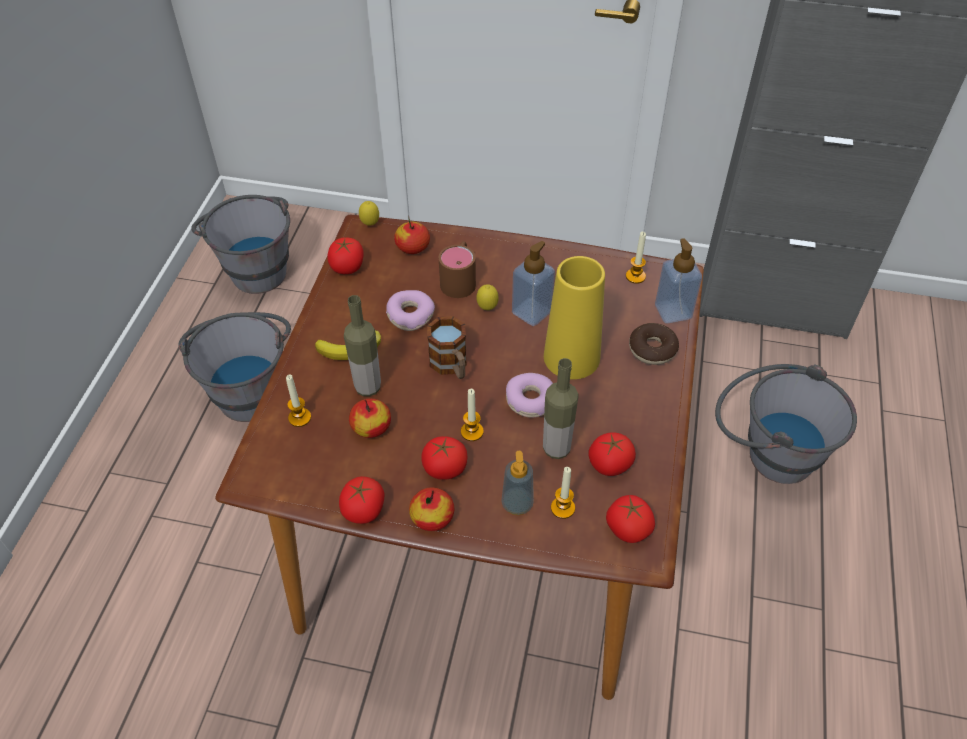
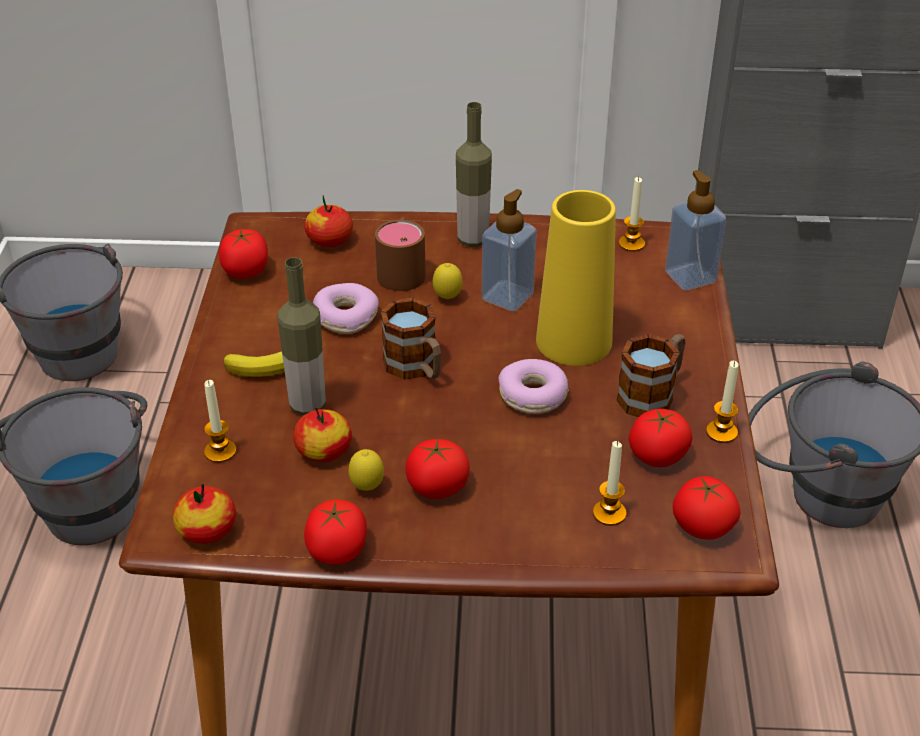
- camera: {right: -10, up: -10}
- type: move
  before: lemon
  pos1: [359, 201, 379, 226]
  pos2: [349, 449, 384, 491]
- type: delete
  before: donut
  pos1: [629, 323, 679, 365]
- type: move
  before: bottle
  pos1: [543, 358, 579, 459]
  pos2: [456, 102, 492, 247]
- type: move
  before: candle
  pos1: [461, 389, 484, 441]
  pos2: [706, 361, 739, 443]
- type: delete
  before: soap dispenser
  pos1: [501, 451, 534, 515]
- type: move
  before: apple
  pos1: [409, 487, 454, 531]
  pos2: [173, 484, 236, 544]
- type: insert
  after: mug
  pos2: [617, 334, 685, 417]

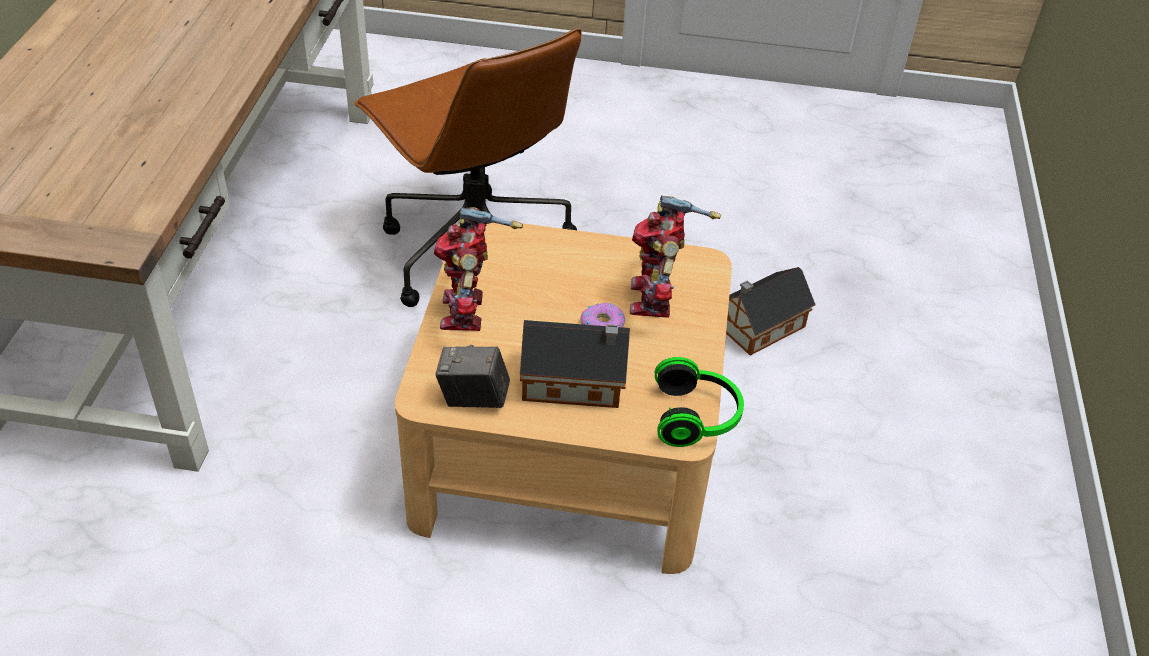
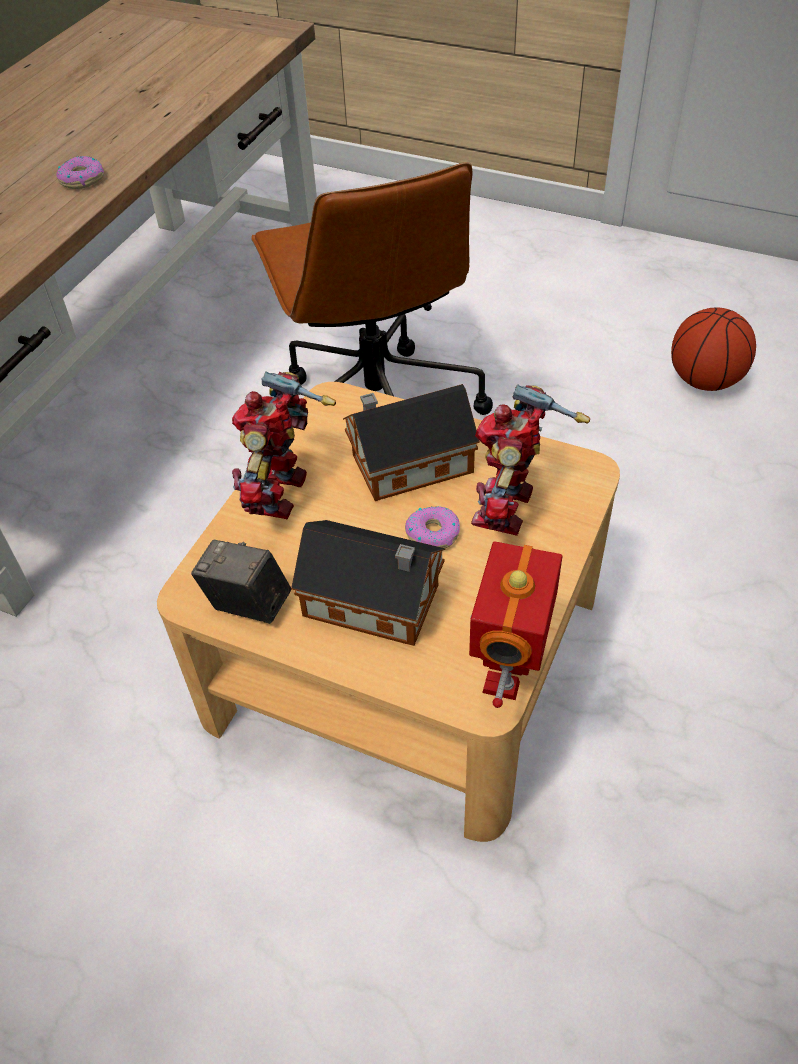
- camera: {right: 20, up: 5}
- type: move
  before: toy house
  pos1: [726, 267, 816, 356]
  pos2: [343, 384, 480, 501]
- type: replace
  before: headphones
  after: toy robot
  pos1: [655, 357, 744, 447]
  pos2: [469, 541, 563, 708]
- type: insert
  after: donut
  pos2: [56, 156, 104, 189]
- type: insert
  after: basketball
  pos2: [671, 307, 756, 391]

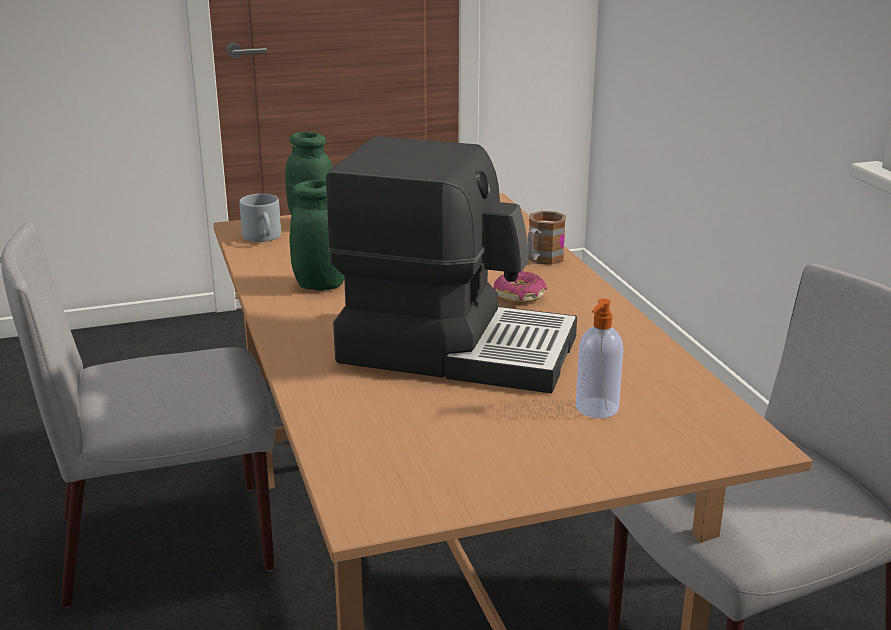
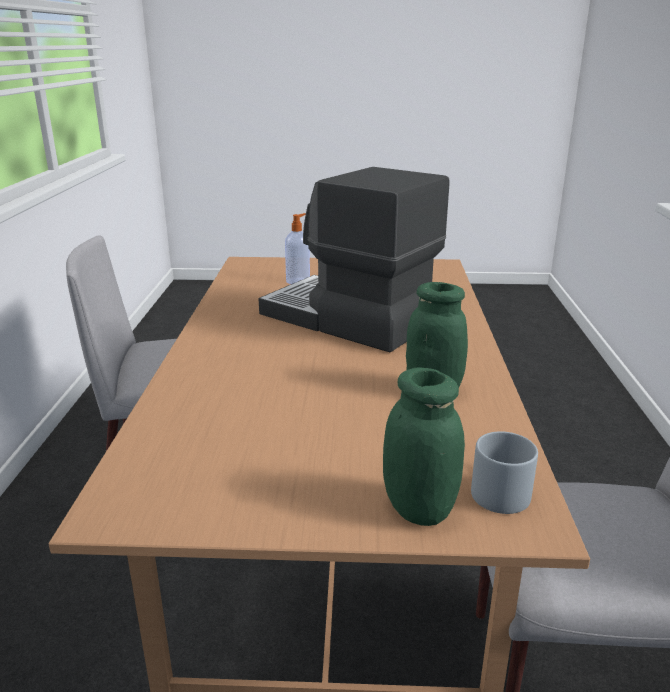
- camera: {right: -160, up: 0}
- type: delete
  before: mug
  pos1: [528, 211, 566, 265]
- type: delete
  before: donut
  pos1: [494, 271, 547, 303]

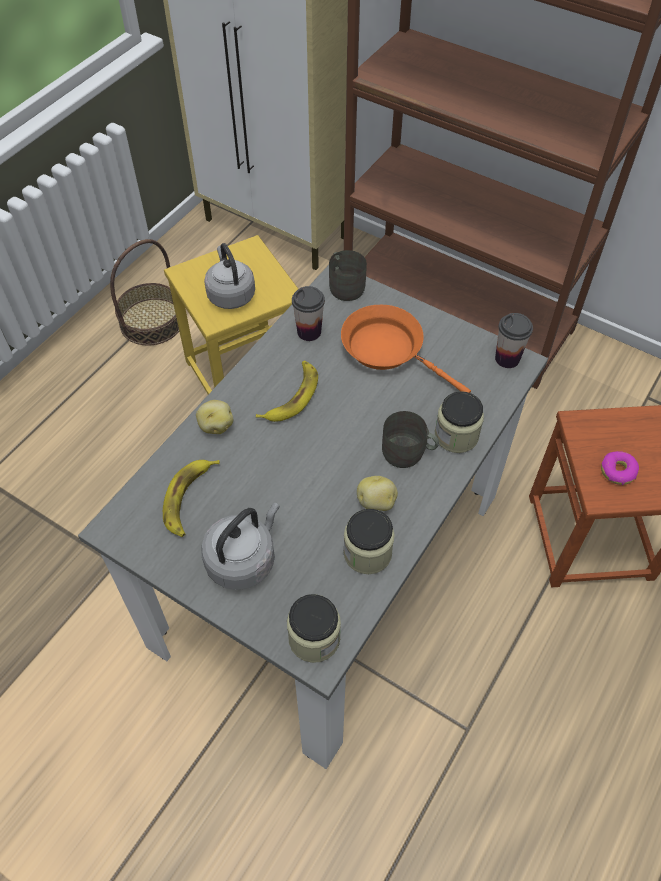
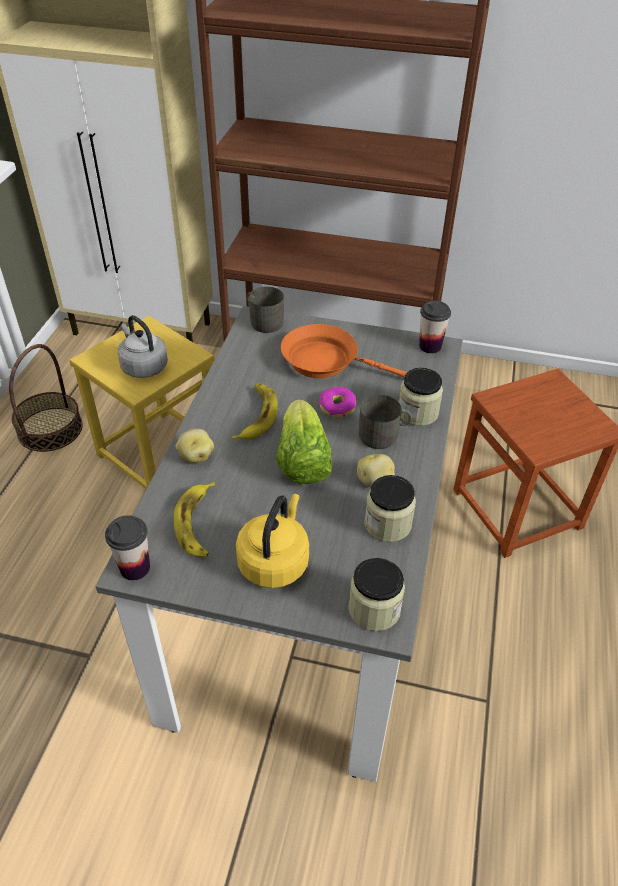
- camera: {right: -20, up: -10}
- type: move
  before: cup
  pos1: [292, 286, 325, 341]
  pos2: [105, 515, 150, 580]
- type: move
  before: donut
  pos1: [601, 451, 639, 485]
  pos2: [319, 387, 356, 418]
- type: recolor
  before: kettle/grey
  after: kettle/yellow
  pos1: [201, 503, 280, 590]
  pos2: [236, 494, 309, 588]
- type: insert
  after: lettuce
  pos2: [276, 400, 332, 484]

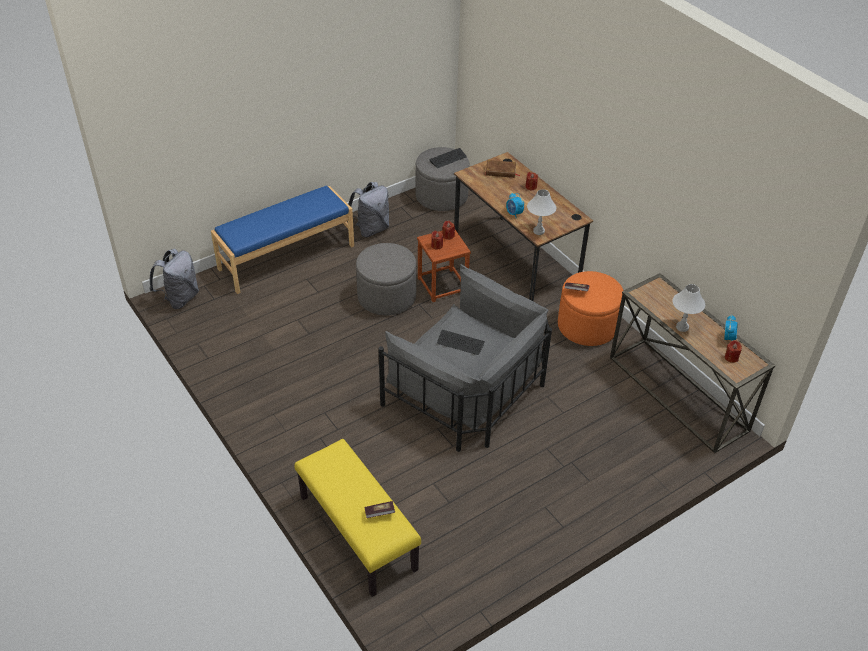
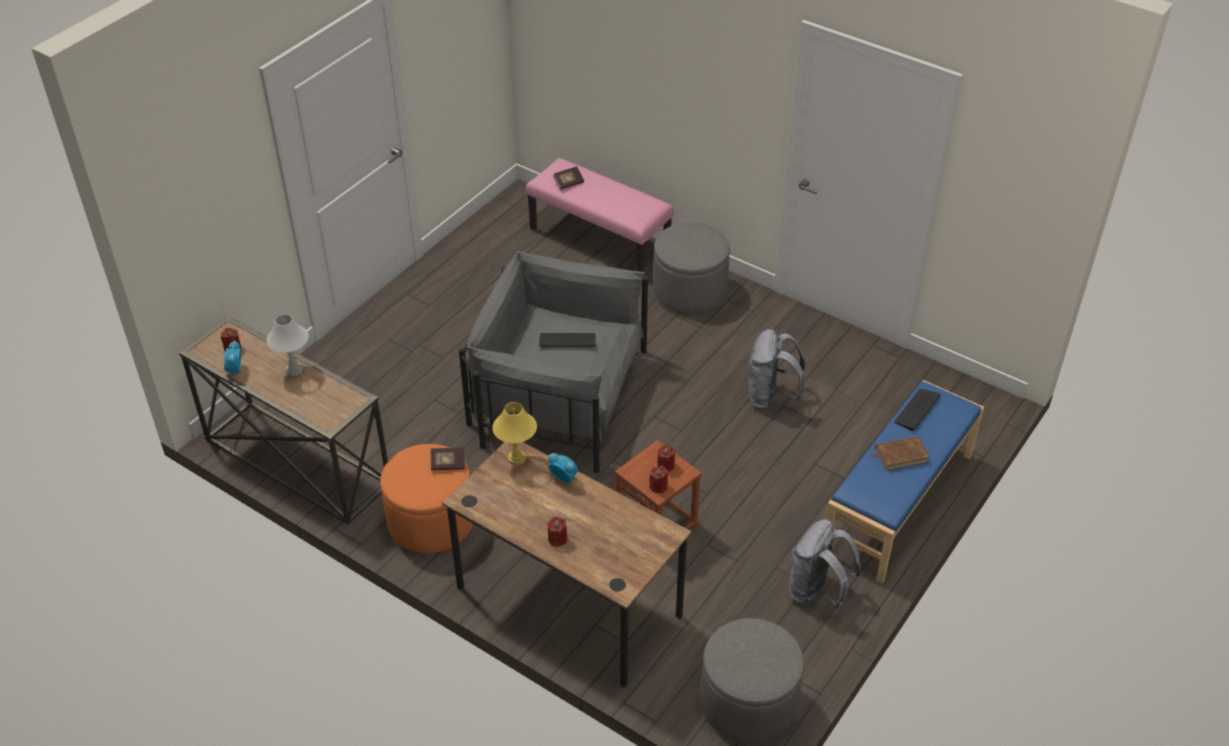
- camera: {right: 160, up: 0}
- type: move
  before: keyboard
  pos1: [429, 148, 467, 168]
  pos2: [894, 389, 941, 431]
- type: move
  before: book/brown
  pos1: [485, 160, 520, 178]
  pos2: [870, 436, 930, 471]
- type: recolor
  before: table lamp/white
  after: table lamp/yellow
  pos1: [527, 189, 556, 235]
  pos2: [492, 402, 537, 465]
- type: move
  before: ottoman/grey
  pos1: [356, 243, 417, 315]
  pos2: [653, 222, 730, 313]
- type: move
  before: backpack/grey
  pos1: [149, 248, 199, 309]
  pos2: [748, 329, 805, 410]
- type: recolor
  before: bench/yellow
  after: bench/pink
  pos1: [294, 439, 421, 597]
  pos2: [526, 158, 674, 272]

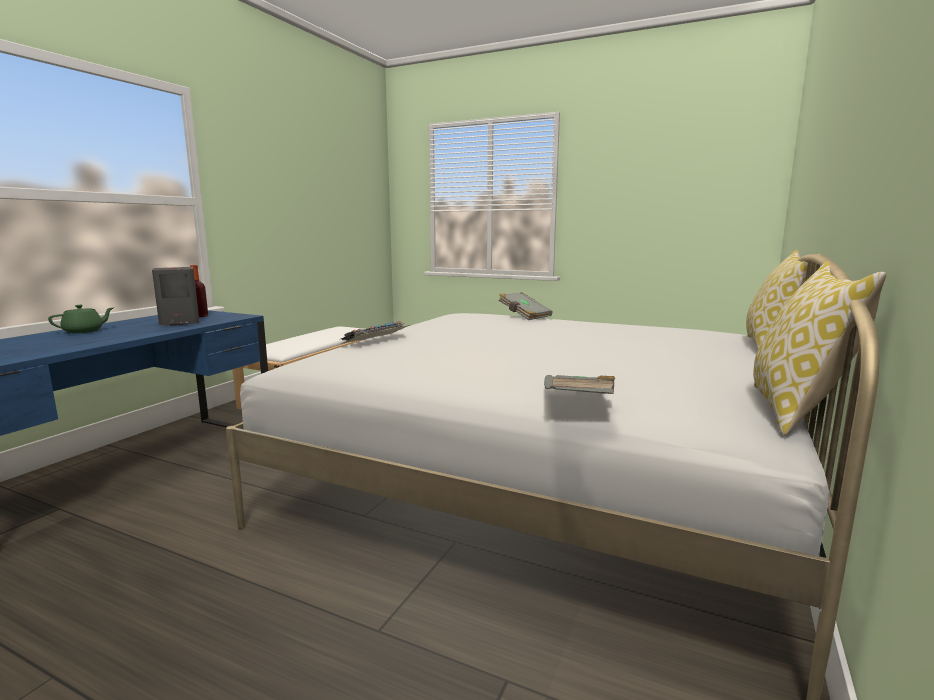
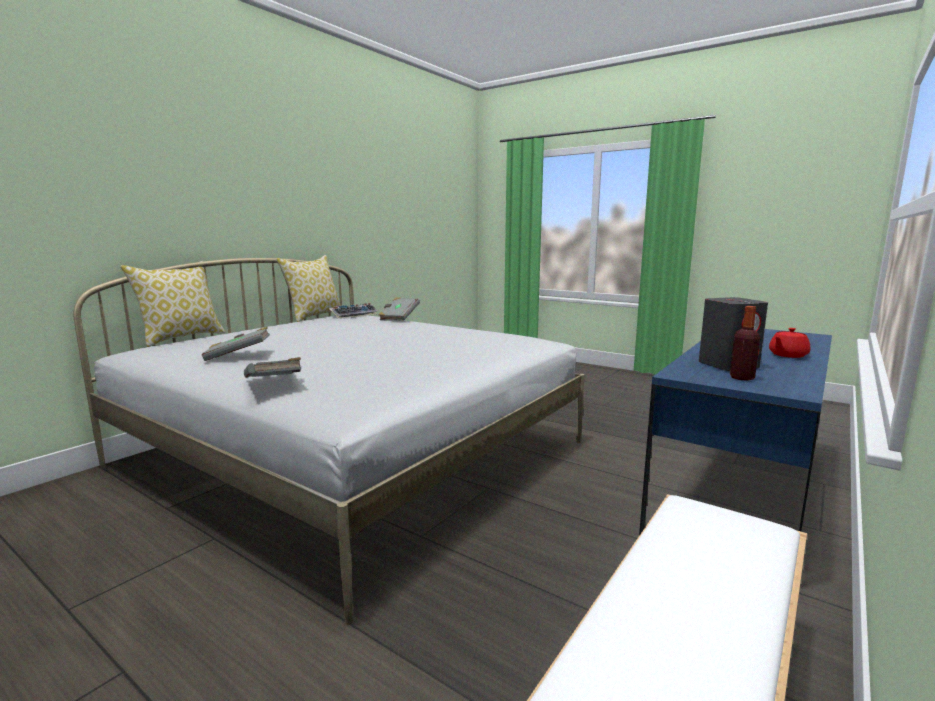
- camera: {right: -170, up: 0}
- type: recolor
  before: teapot/green
  after: teapot/red
  pos1: [48, 305, 113, 333]
  pos2: [769, 328, 811, 358]
- type: move
  before: keyboard
  pos1: [341, 321, 410, 344]
  pos2: [329, 303, 378, 319]
- type: insert
  after: book/grey
  pos2: [202, 327, 270, 361]

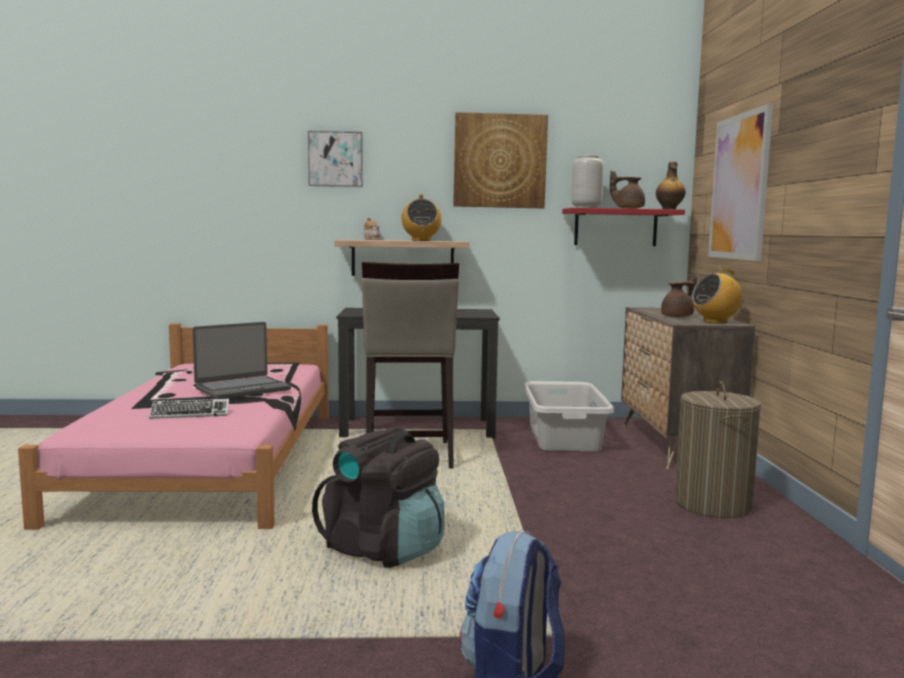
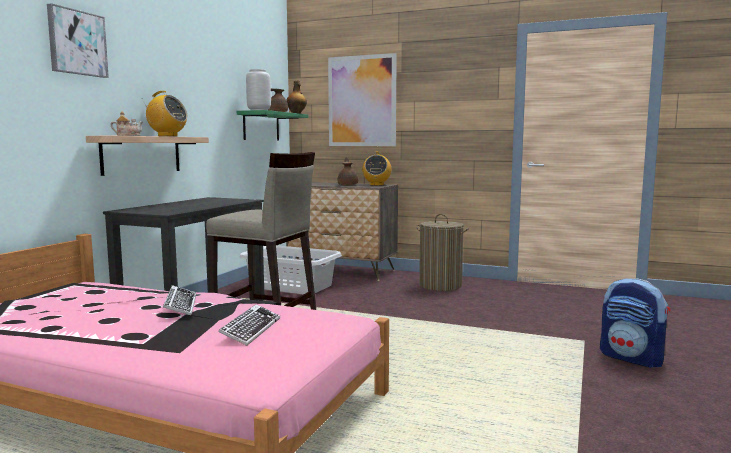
- camera: {right: -65, up: 0}
- type: delete
  before: picture
  pos1: [453, 112, 548, 208]
- type: recolor
  before: shelf/red
  after: shelf/green
  pos1: [562, 208, 685, 246]
  pos2: [237, 110, 308, 140]
- type: replace
  before: laptop
  after: keyboard
  pos1: [192, 322, 291, 399]
  pos2: [163, 285, 196, 315]
- type: delete
  before: backpack/black
  pos1: [312, 427, 444, 568]

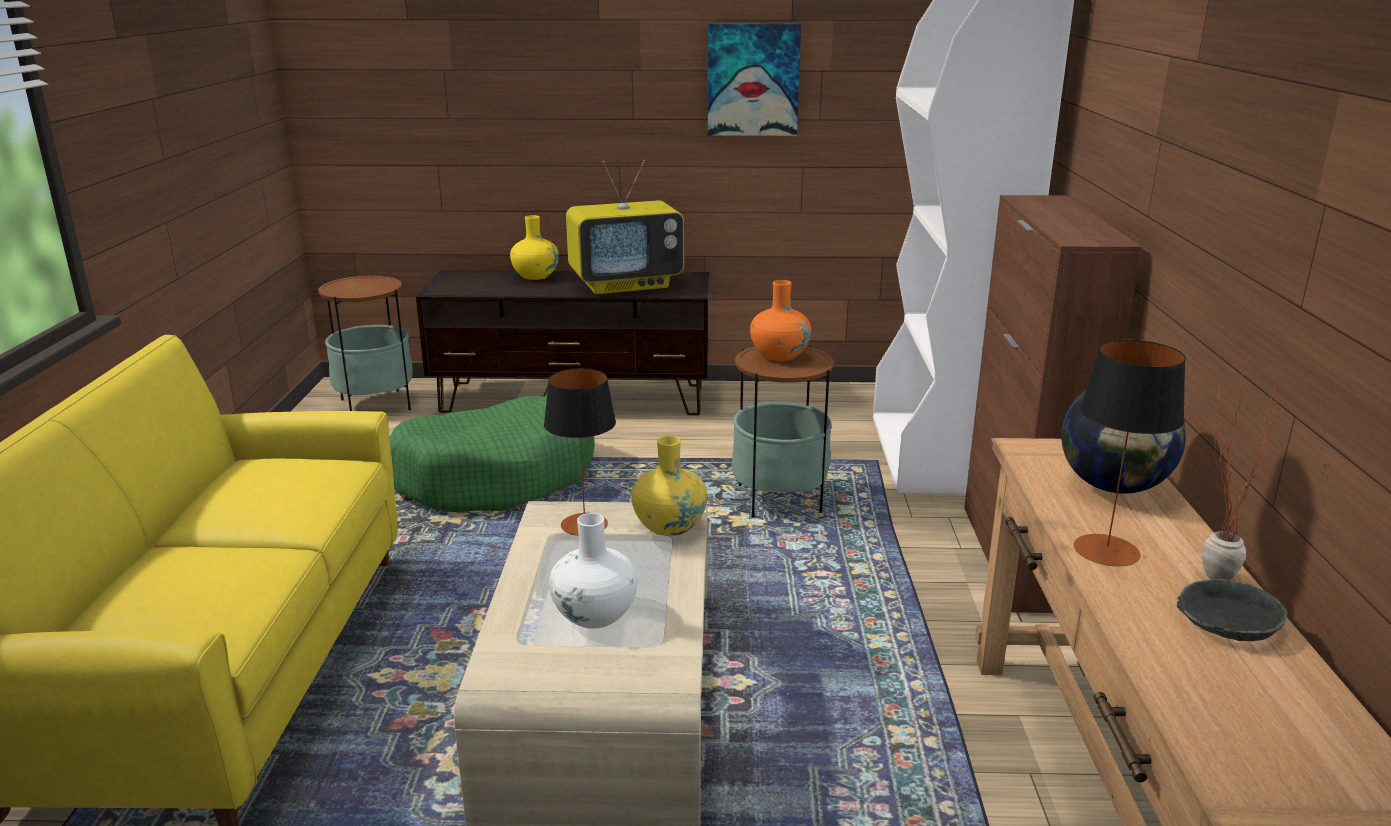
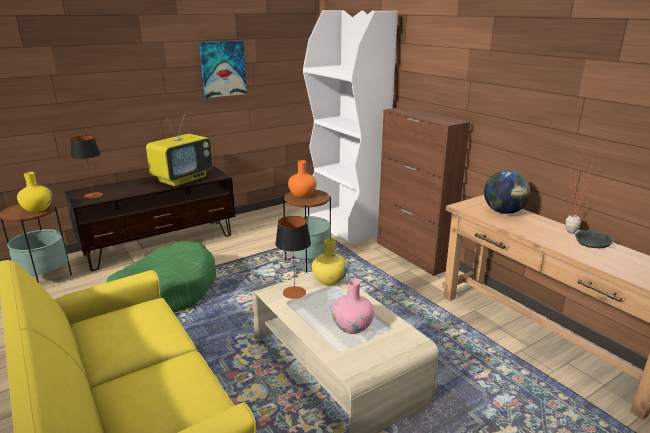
- camera: {right: -35, up: 0}
- type: move
  before: vase/yellow
  pos1: [510, 215, 559, 280]
  pos2: [17, 172, 52, 212]
- type: move
  before: table lamp
  pos1: [1074, 340, 1186, 566]
  pos2: [70, 135, 103, 198]
- type: recolor
  before: vase/white
  after: vase/pink
  pos1: [549, 513, 638, 629]
  pos2: [332, 279, 374, 334]

